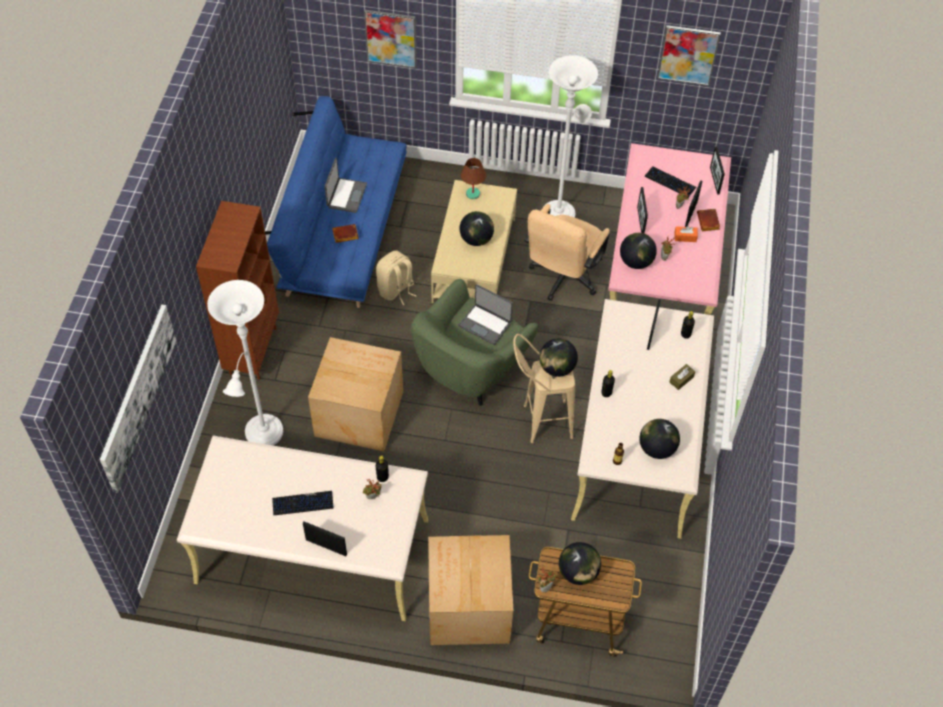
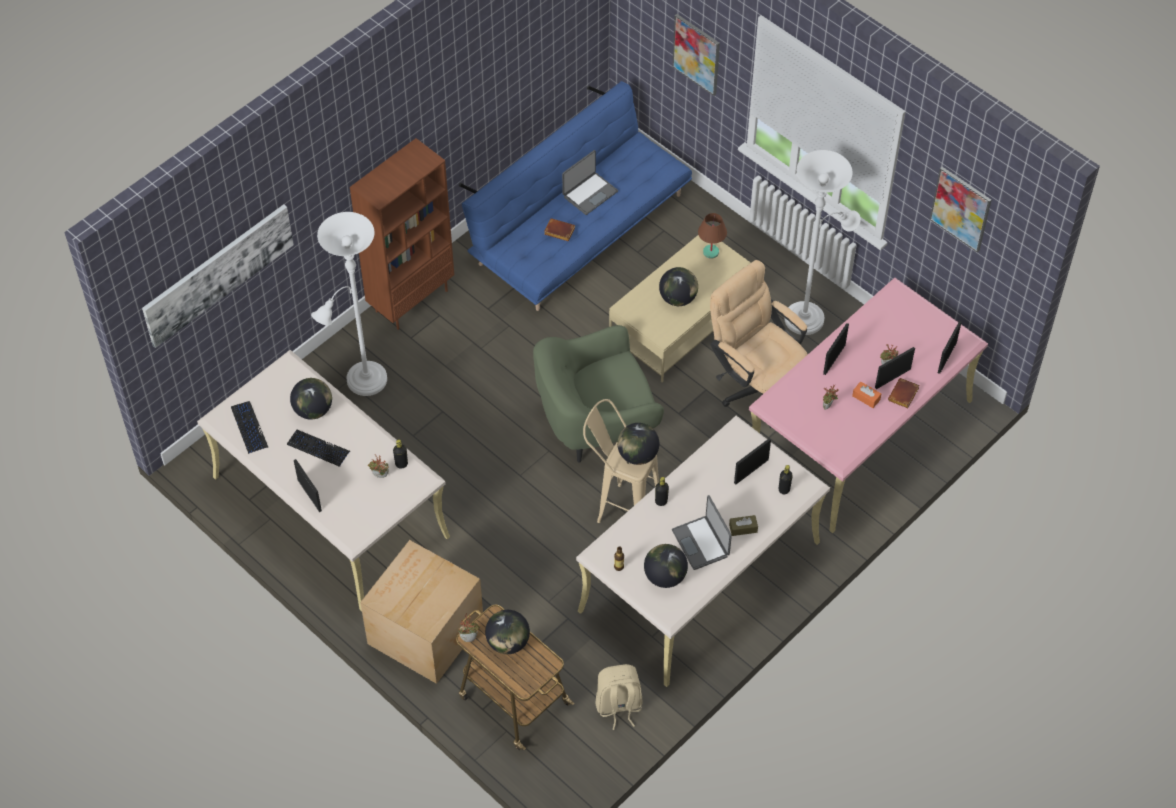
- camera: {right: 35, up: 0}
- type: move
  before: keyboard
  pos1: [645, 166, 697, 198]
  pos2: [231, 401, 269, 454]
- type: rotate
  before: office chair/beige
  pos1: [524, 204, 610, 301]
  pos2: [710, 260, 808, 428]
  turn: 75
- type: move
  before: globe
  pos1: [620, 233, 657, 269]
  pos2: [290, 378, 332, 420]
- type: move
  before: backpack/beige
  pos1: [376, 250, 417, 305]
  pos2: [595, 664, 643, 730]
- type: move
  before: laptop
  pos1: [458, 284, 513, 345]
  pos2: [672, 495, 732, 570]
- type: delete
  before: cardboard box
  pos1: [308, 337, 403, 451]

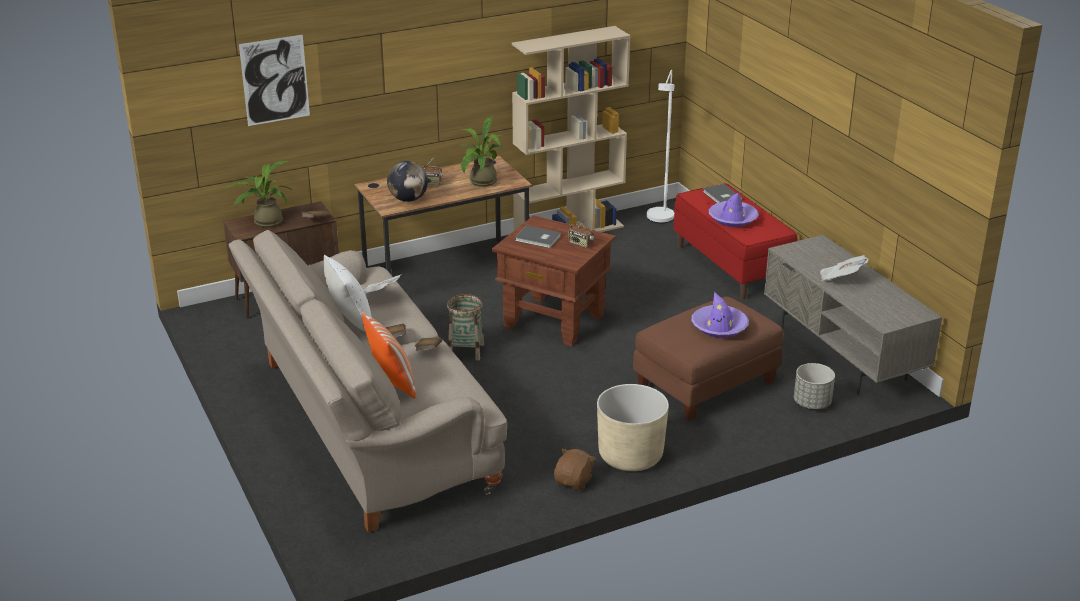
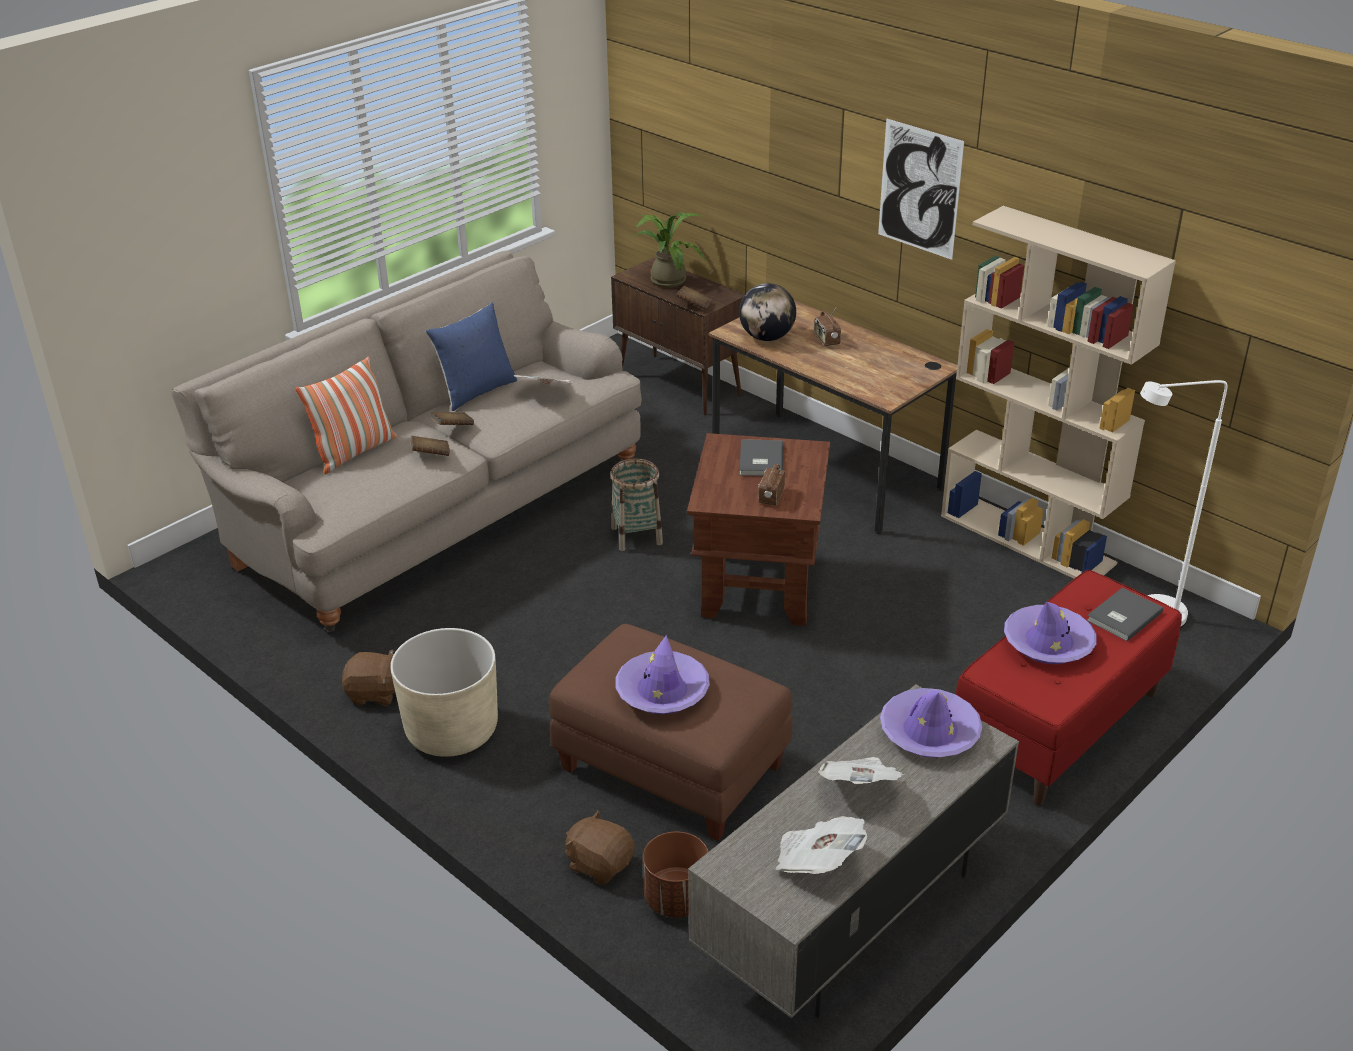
- camera: {right: 70, up: 5}
- type: move
  before: picture
  pos1: [239, 35, 310, 126]
  pos2: [878, 118, 964, 260]
- type: delete
  before: potted plant
  pos1: [460, 116, 504, 187]
- type: recolor
  before: pillow/white
  after: pillow/blue
  pos1: [324, 255, 372, 332]
  pos2: [426, 302, 517, 411]
- type: recolor
  before: planter/grey
  after: planter/brown
  pos1: [794, 363, 835, 409]
  pos2: [643, 832, 709, 918]
- type: insert
  after: hat/purple
  pos2: [880, 688, 983, 758]
- type: insert
  after: plush toy/brown
  pos2: [565, 810, 635, 885]
- type: insert
  after: newspaper
  pos2: [775, 816, 867, 874]

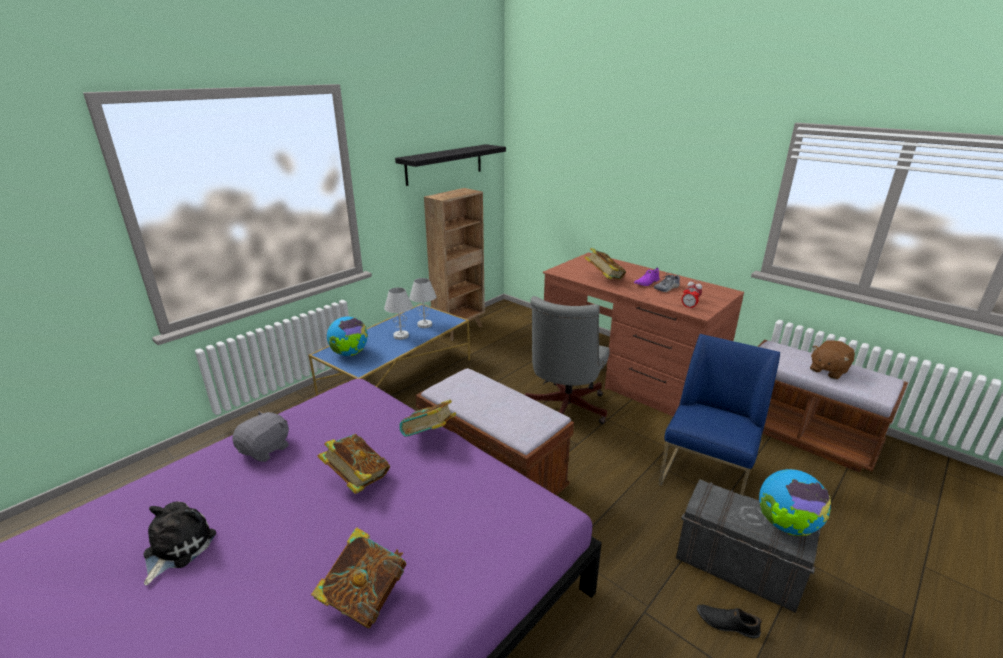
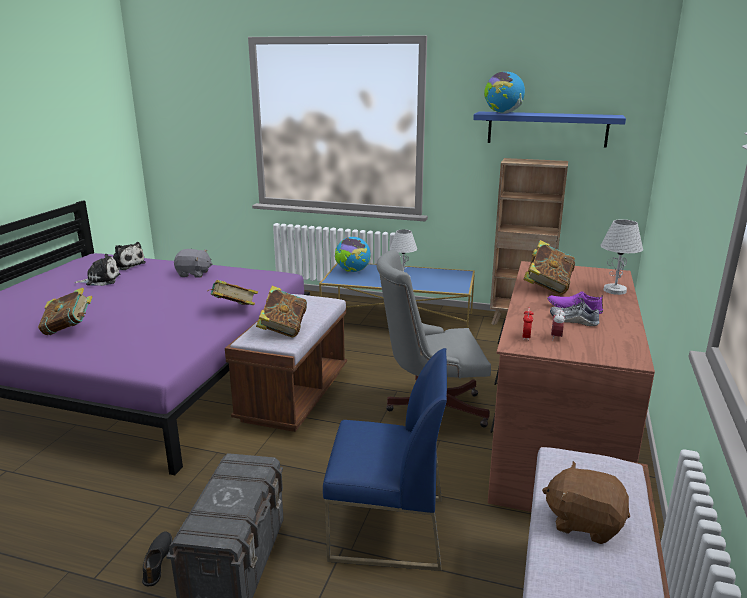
- camera: {right: 65, up: -5}
- type: recolor
  before: shelf/black
  after: shelf/blue
  pos1: [395, 144, 506, 186]
  pos2: [473, 111, 626, 148]
- type: move
  before: table lamp/white
  pos1: [409, 278, 437, 328]
  pos2: [600, 219, 643, 295]
- type: move
  before: book
  pos1: [317, 434, 390, 494]
  pos2: [256, 286, 307, 337]
- type: move
  before: globe
  pos1: [759, 469, 831, 536]
  pos2: [484, 72, 525, 114]
- type: insert
  after: plush toy
  pos2: [113, 242, 146, 270]

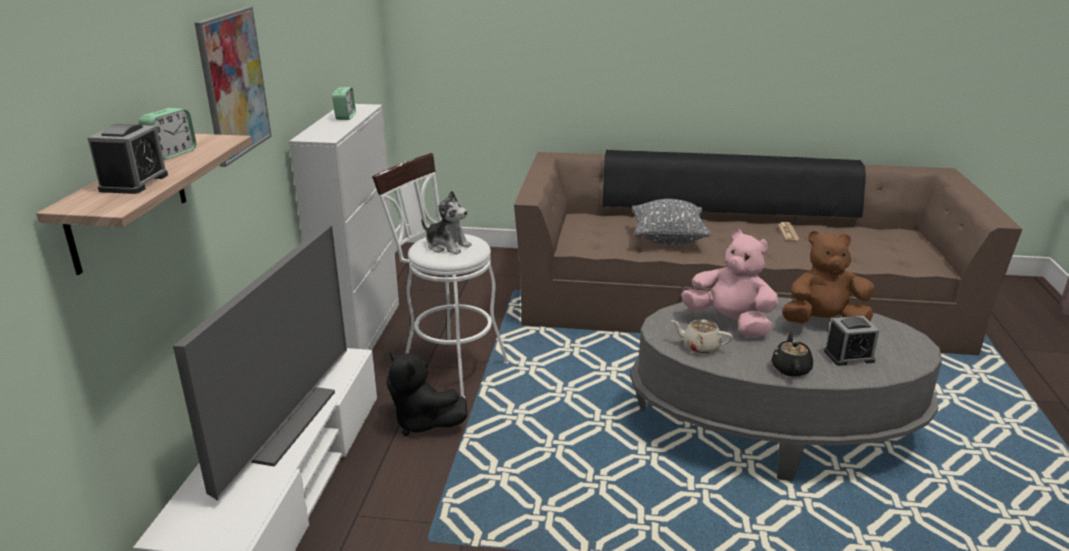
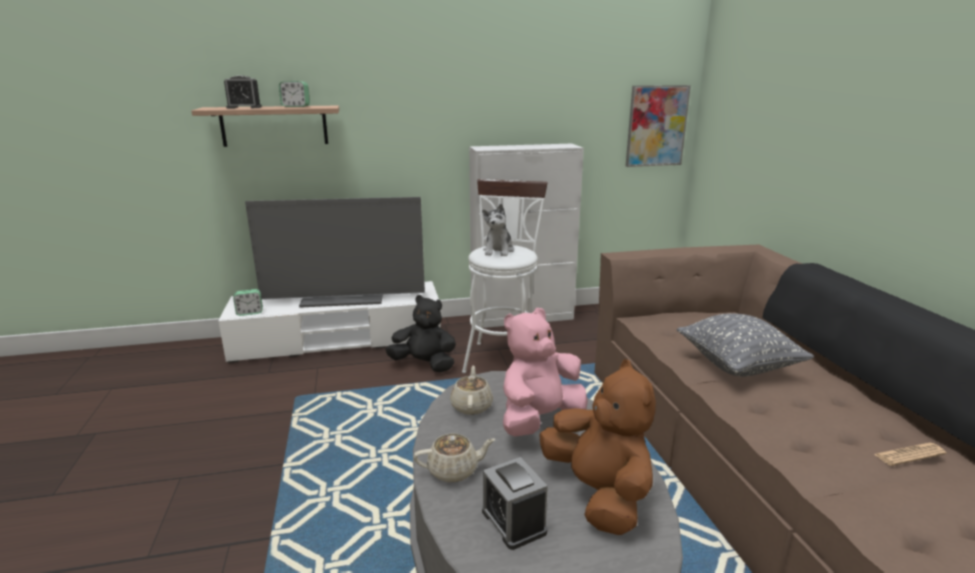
- camera: {right: 70, up: -5}
- type: move
  before: picture
  pos1: [195, 7, 272, 167]
  pos2: [626, 85, 691, 167]
- type: move
  before: alarm clock
  pos1: [332, 87, 356, 120]
  pos2: [233, 289, 263, 316]
- type: rotate
  before: plush toy/pink
  pos1: [681, 229, 778, 337]
  pos2: [503, 308, 588, 437]
  turn: -150
- type: recolor
  before: teapot/black
  after: teapot/beige
  pos1: [772, 331, 813, 377]
  pos2: [413, 434, 495, 482]
- type: rotate
  before: plush toy/black
  pos1: [386, 352, 467, 436]
  pos2: [385, 295, 456, 372]
  turn: 90

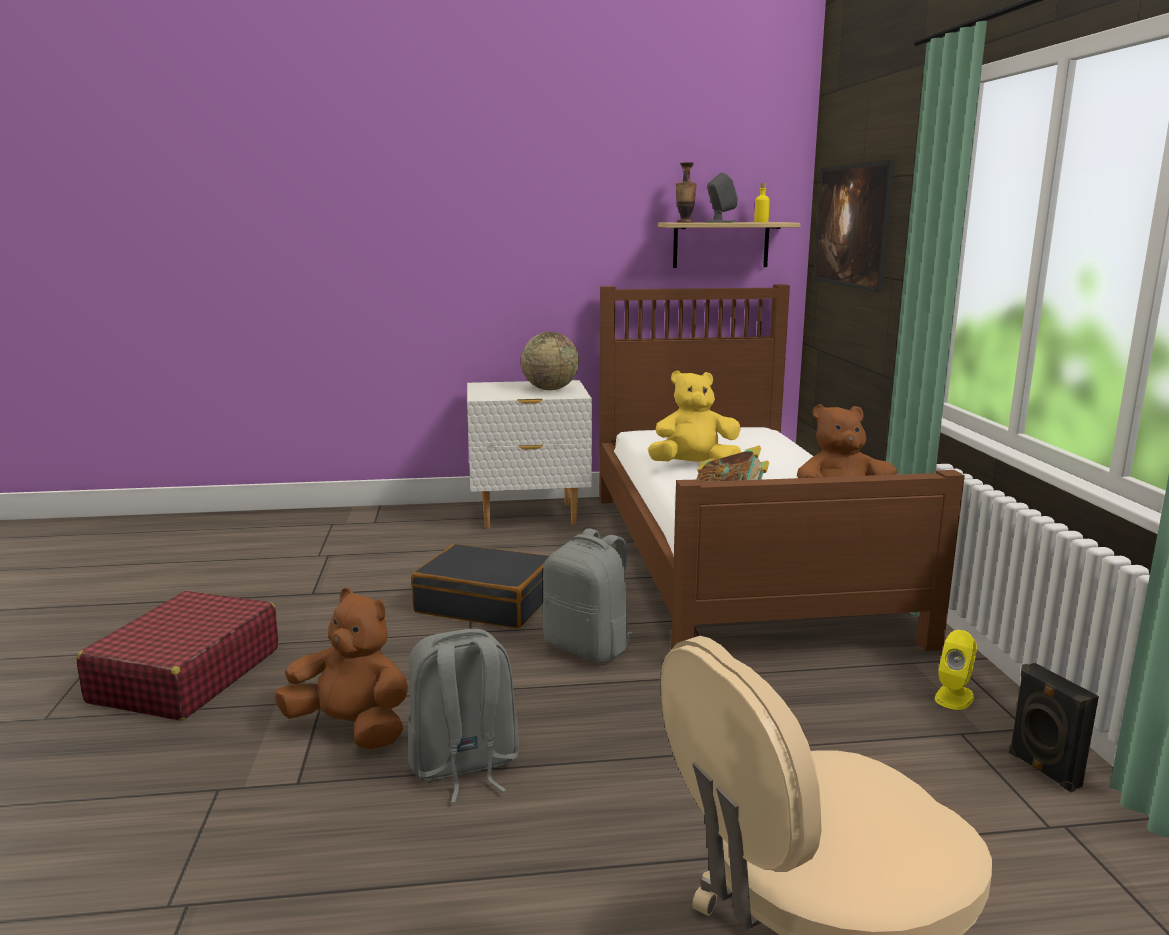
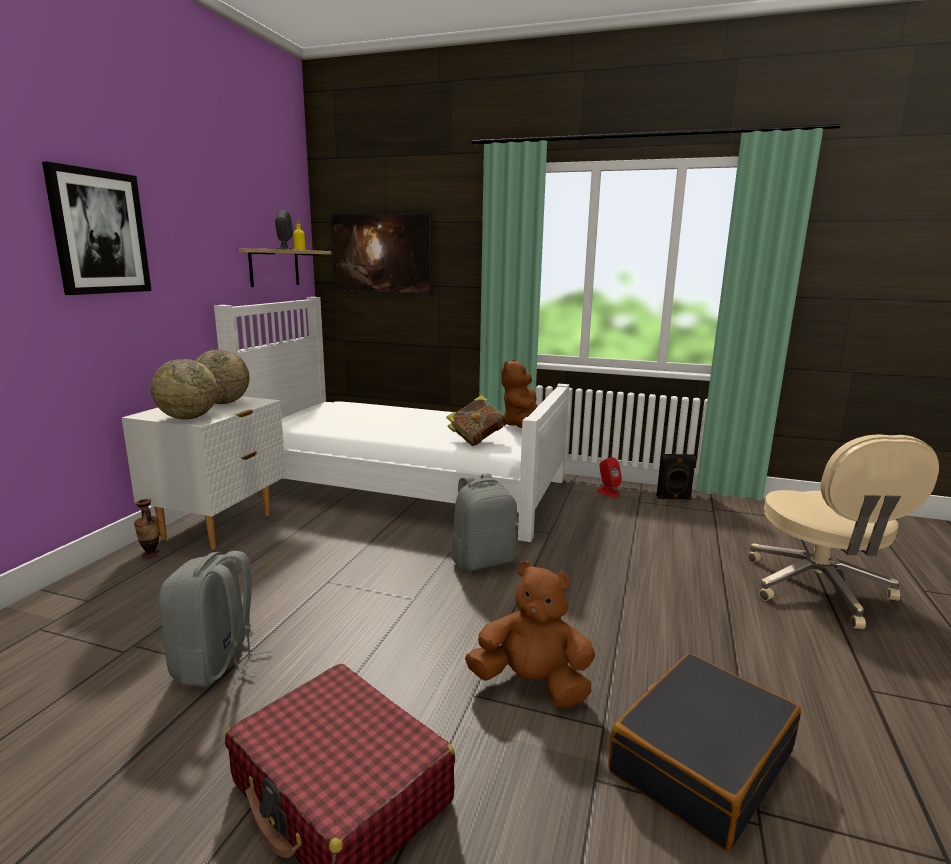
- camera: {right: -65, up: 0}
- type: move
  before: vase
  pos1: [676, 162, 697, 222]
  pos2: [134, 499, 160, 559]
- type: recolor
  before: bed/brown
  after: bed/white
  pos1: [599, 284, 965, 651]
  pos2: [214, 297, 569, 542]
- type: delete
  before: plush toy/yellow
  pos1: [648, 371, 741, 462]
- type: move
  before: suitcase/black
  pos1: [411, 544, 550, 628]
  pos2: [608, 653, 801, 851]
- type: rotate
  before: plush toy/brown
  pos1: [274, 588, 408, 749]
  pos2: [465, 561, 595, 708]
  turn: 60
- type: move
  before: backpack/grey
  pos1: [408, 629, 519, 803]
  pos2: [159, 551, 271, 687]
- type: recolor
  before: speaker/yellow
  after: speaker/red
  pos1: [935, 630, 977, 710]
  pos2: [597, 457, 622, 497]
- type: insert
  after: picture
  pos2: [42, 162, 152, 295]
- type: insert
  after: globe
  pos2: [151, 359, 218, 419]

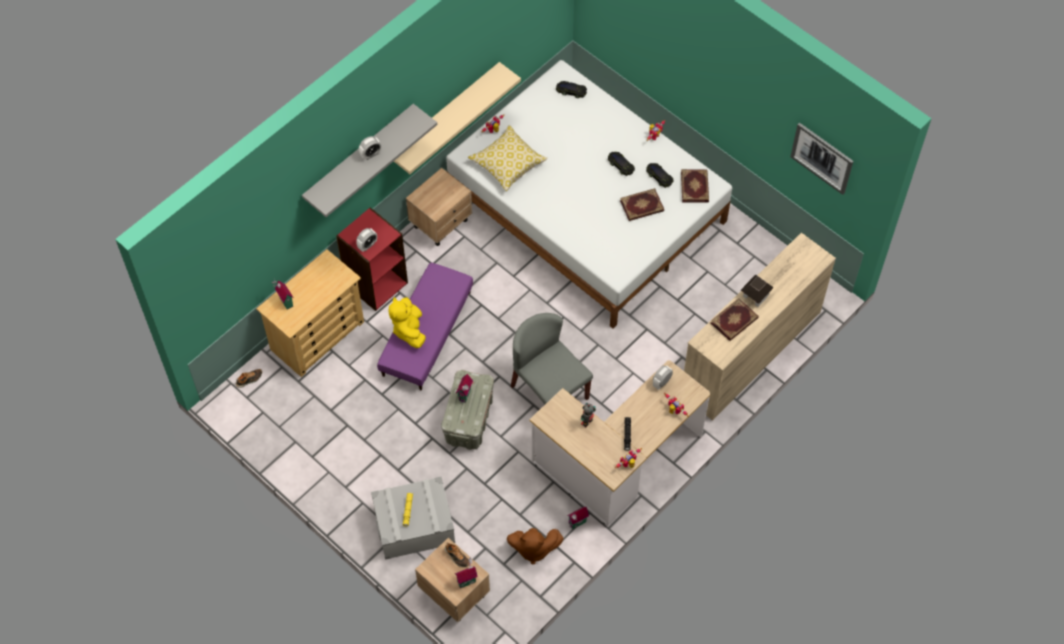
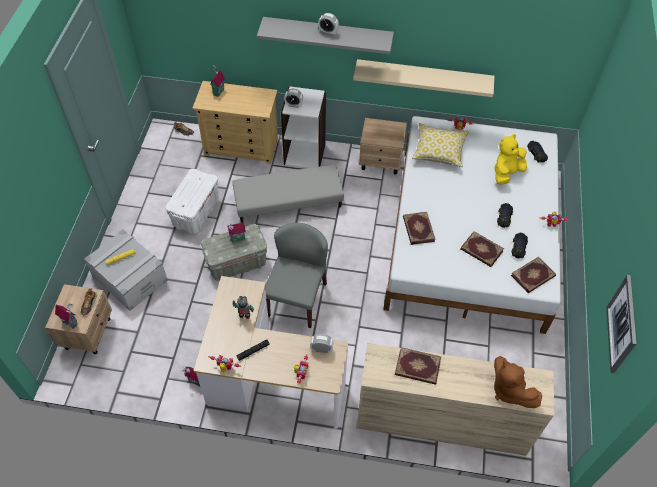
- camera: {right: 55, up: -5}
- type: recolor
  before: bookcase/red
  after: bookcase/white
  pos1: [336, 207, 408, 311]
  pos2: [281, 86, 326, 168]
- type: recolor
  before: ottoman/purple
  after: ottoman/grey
  pos1: [377, 263, 473, 390]
  pos2: [233, 165, 344, 223]
- type: delete
  before: toy house
  pos1: [741, 275, 774, 307]
- type: move
  before: plush toy/yellow
  pos1: [389, 297, 426, 348]
  pos2: [494, 134, 527, 184]
- type: move
  before: plush toy/brown
  pos1: [507, 528, 563, 564]
  pos2: [494, 356, 542, 408]
- type: insert
  after: storage box/white
  pos2: [165, 169, 219, 233]
- type: insert
  after: book
  pos2: [403, 212, 435, 245]

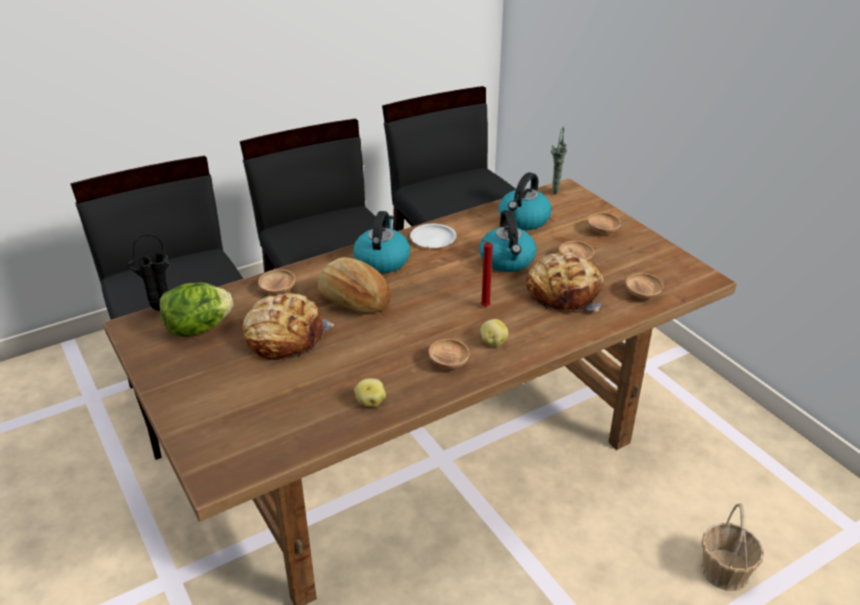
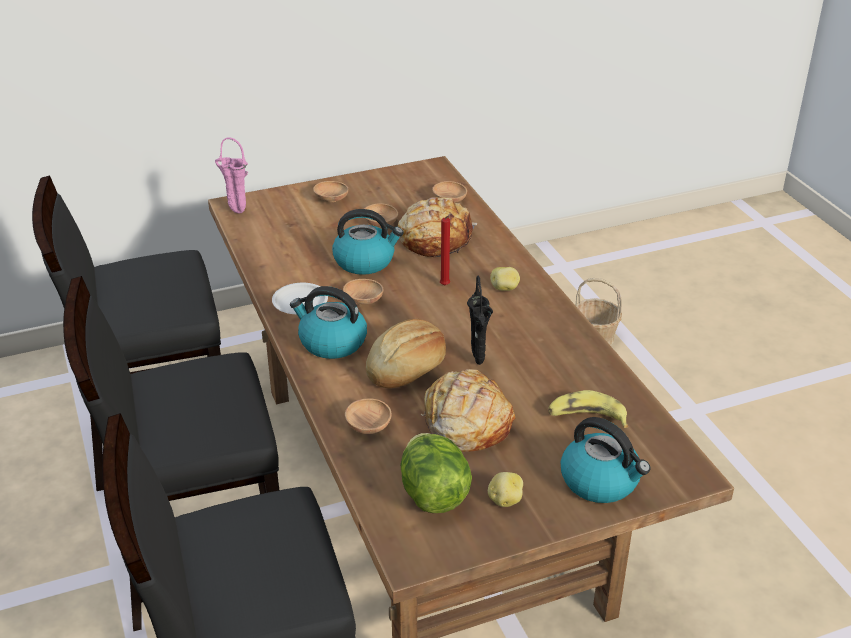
- camera: {right: -80, up: 0}
- type: recolor
  before: vase/green
  after: vase/pink
  pos1: [551, 126, 567, 194]
  pos2: [215, 137, 248, 213]
- type: move
  before: kettle
  pos1: [499, 172, 552, 230]
  pos2: [561, 417, 650, 503]
- type: move
  before: vase/black
  pos1: [127, 234, 170, 311]
  pos2: [467, 275, 493, 365]
- type: move
  before: bowl/brown
  pos1: [429, 339, 470, 369]
  pos2: [343, 279, 384, 304]
- type: move
  before: potato
  pos1: [354, 378, 386, 407]
  pos2: [488, 472, 523, 507]
- type: insert
  after: banana
  pos2: [548, 390, 628, 428]

